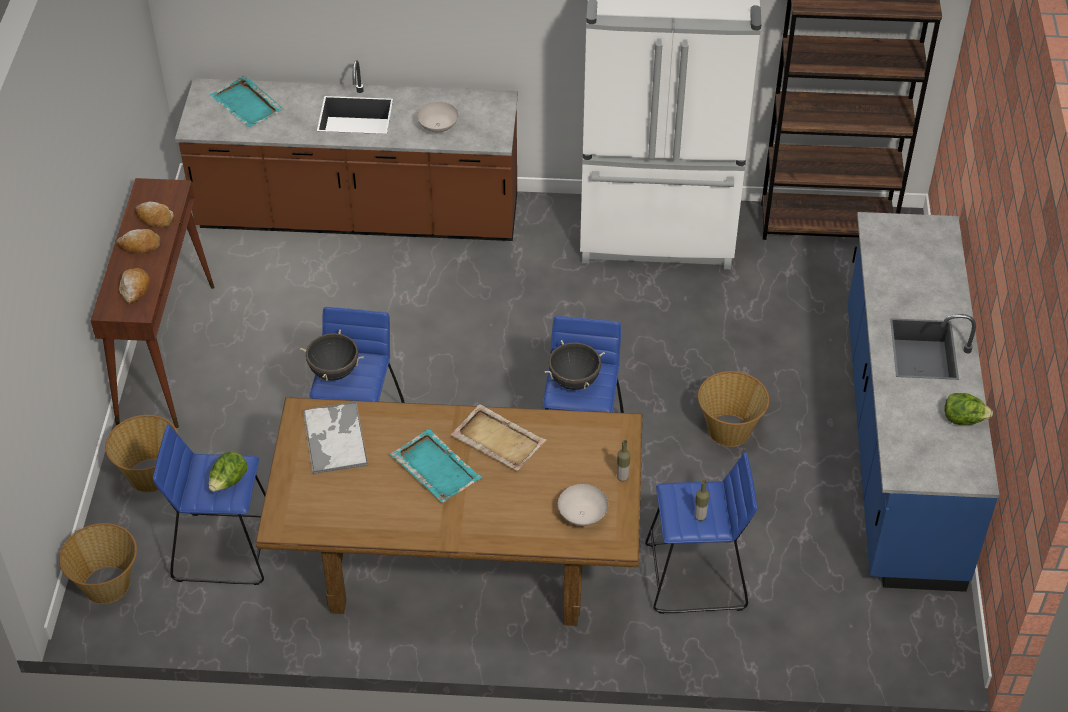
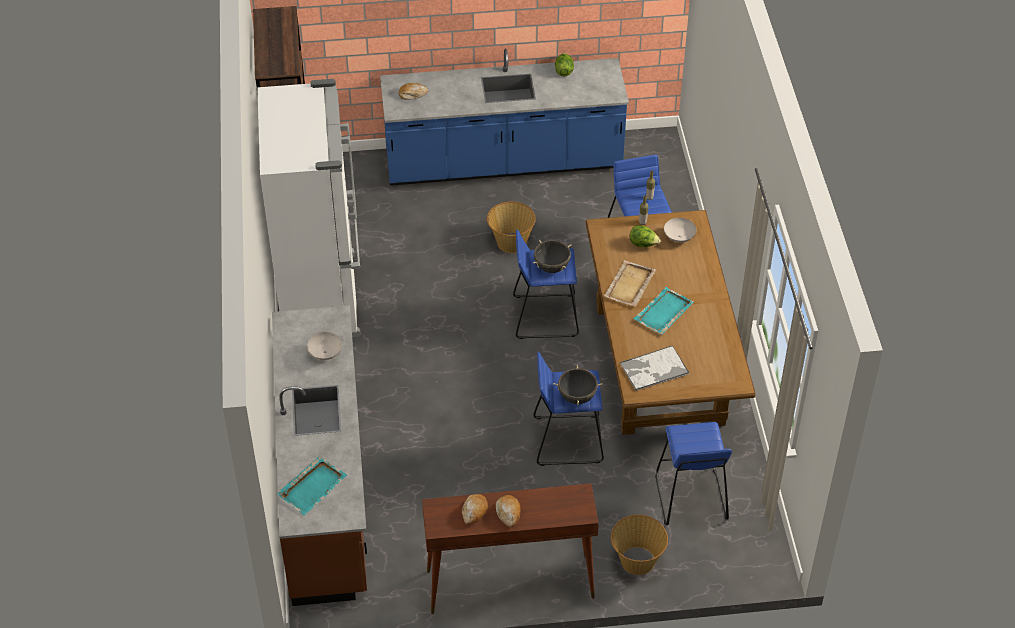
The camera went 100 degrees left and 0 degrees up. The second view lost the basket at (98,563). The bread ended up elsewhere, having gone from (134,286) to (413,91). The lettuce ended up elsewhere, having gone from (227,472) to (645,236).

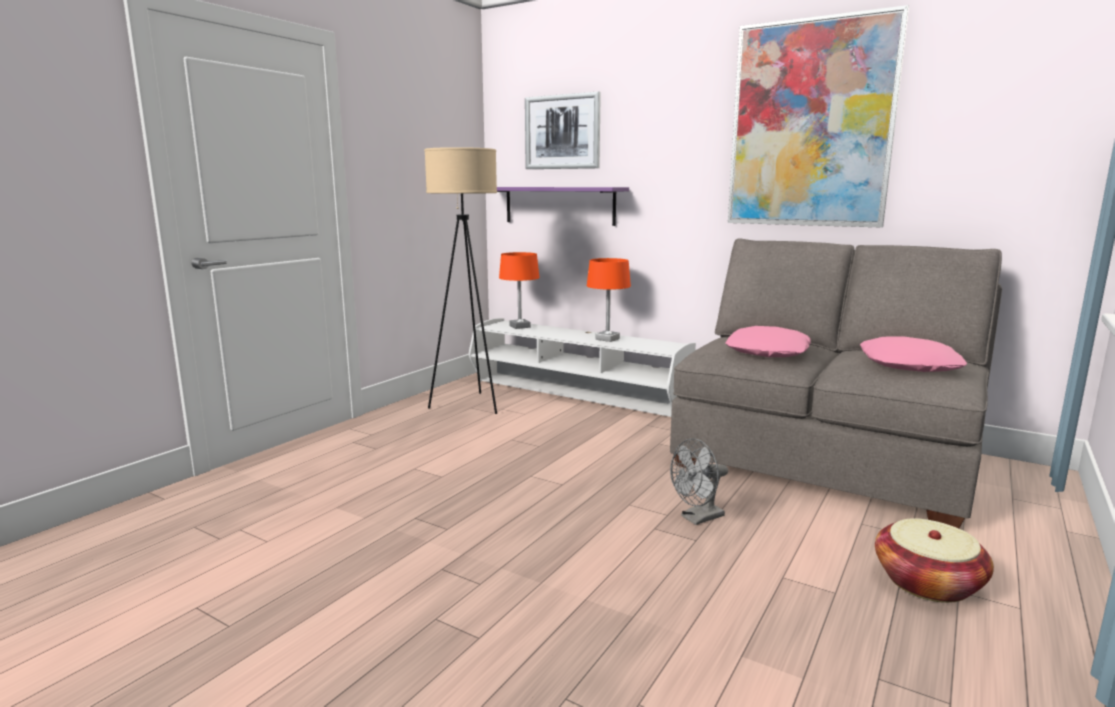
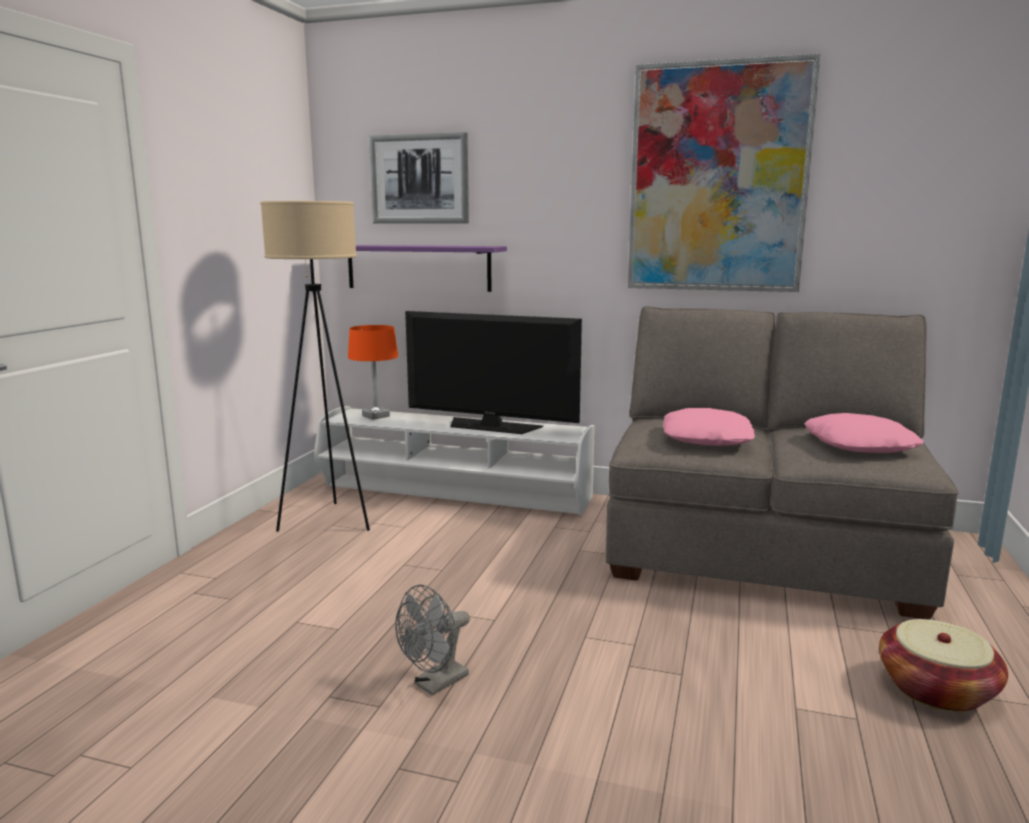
The camera went 15 degrees left and 0 degrees up. The grey fan ended up elsewhere, having gone from (699,481) to (432,640). Where the orange table lamp stood at (609,300), the television came to stand at (493,372).

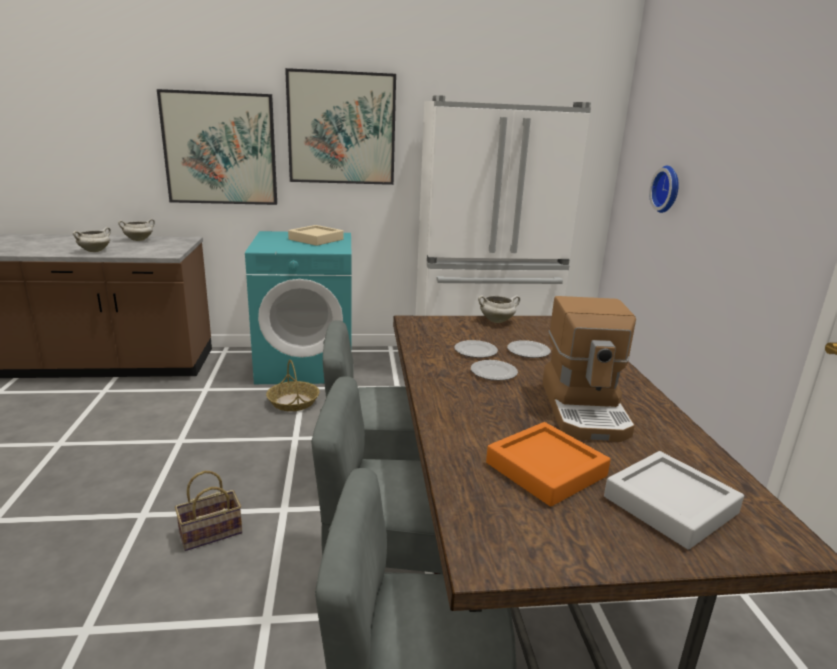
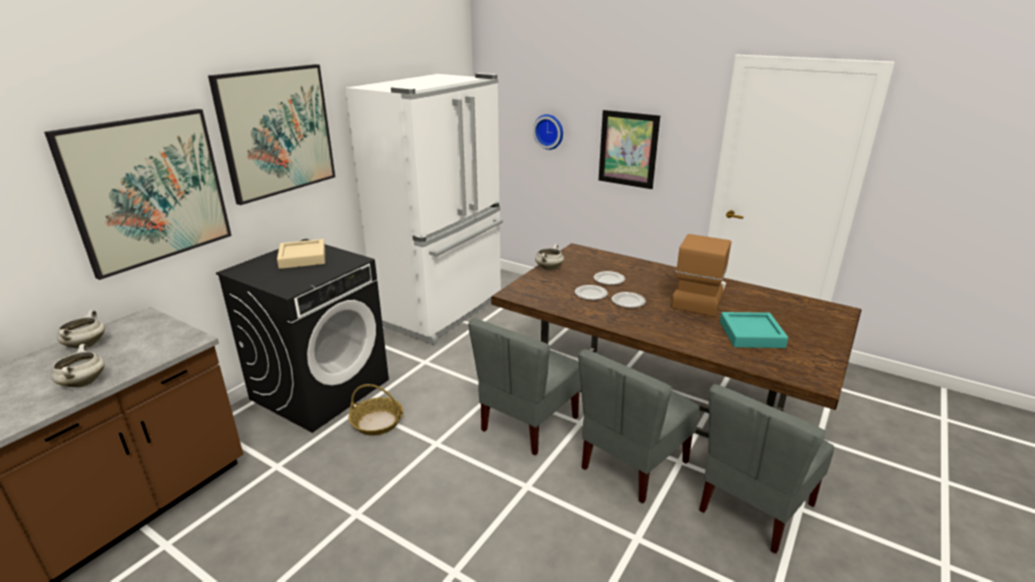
The camera went 50 degrees left and 5 degrees up. The second view lost the basket at (208,511). The second view lost the grey tray at (674,500). The second view gained the picture at (629,149). What was the turquoise washing machine at (298,307) turned into the black washing machine at (302,336). What was the orange tray at (548,464) turned into the turquoise tray at (754,330). The coffee machine at (589,369) ended up facing another way, 105 degrees counterclockwise from before.

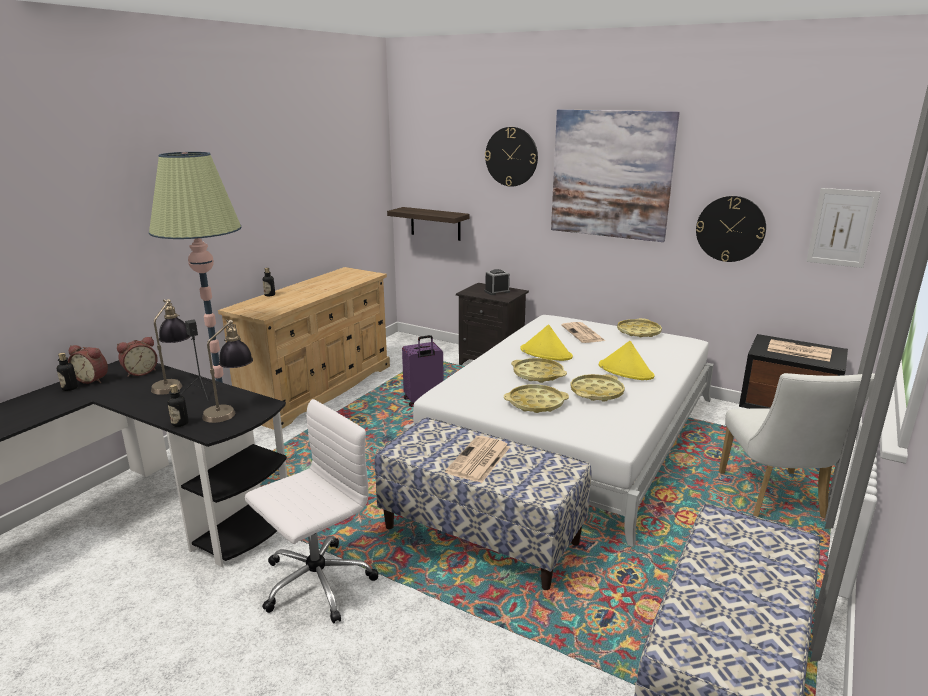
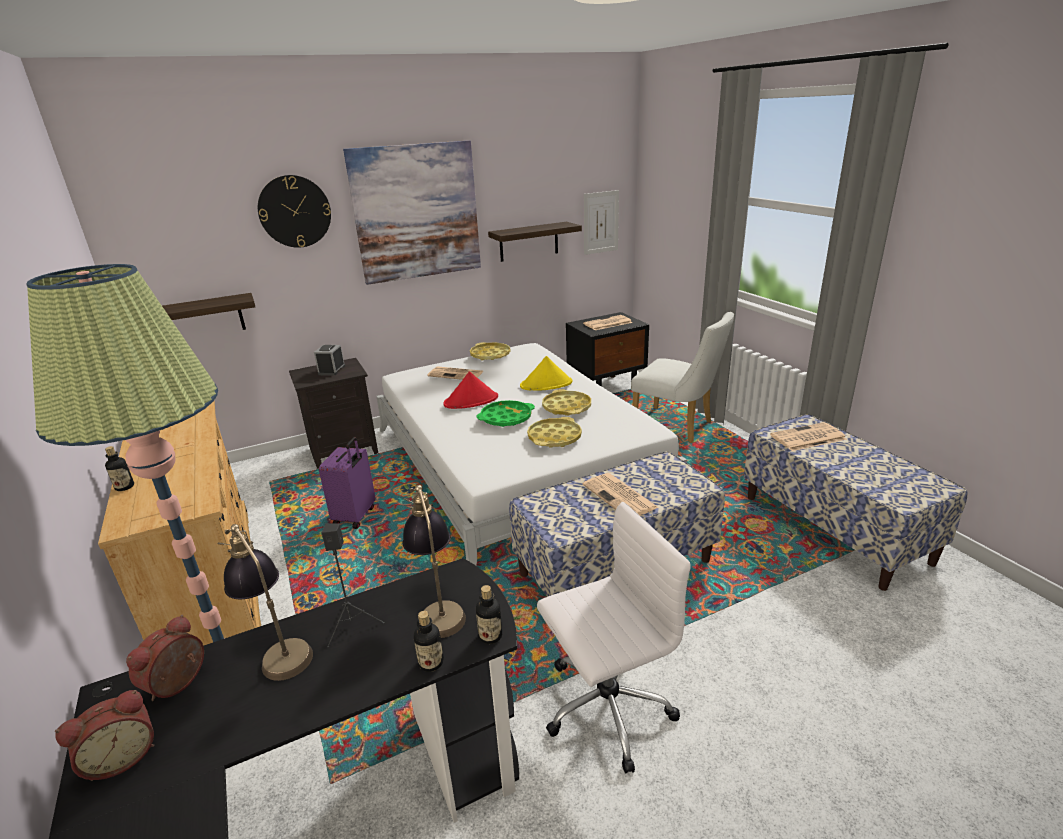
The camera went 55 degrees left and 5 degrees up. The second view gained the newspaper at (808,436). The bottle ended up elsewhere, having gone from (67,372) to (489,614). Where the wall clock hung at (731,229), the shelf came to hang at (535,242). What was the yellow tray at (539,370) turned into the green tray at (506,413). What was the yellow hat at (546,342) turned into the red hat at (470,390). The alarm clock at (137,357) ended up facing another way, 150 degrees counterclockwise from before. The white office chair at (312,511) ended up facing another way, 75 degrees clockwise from before.

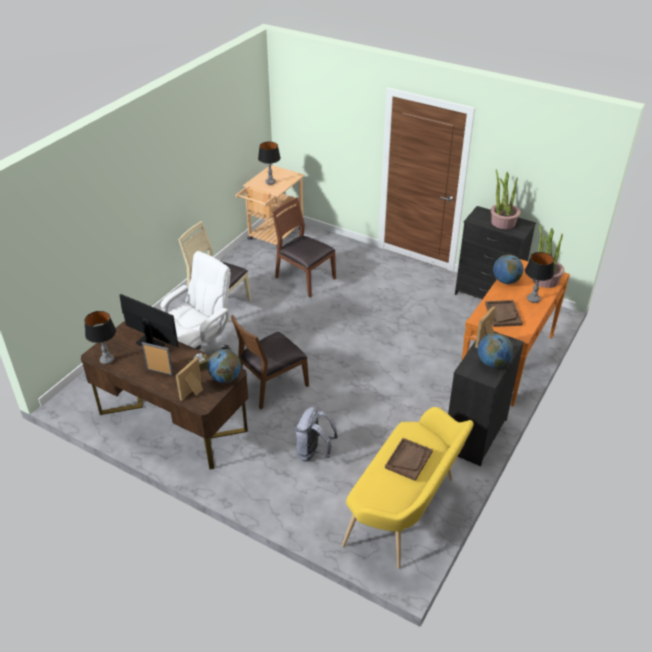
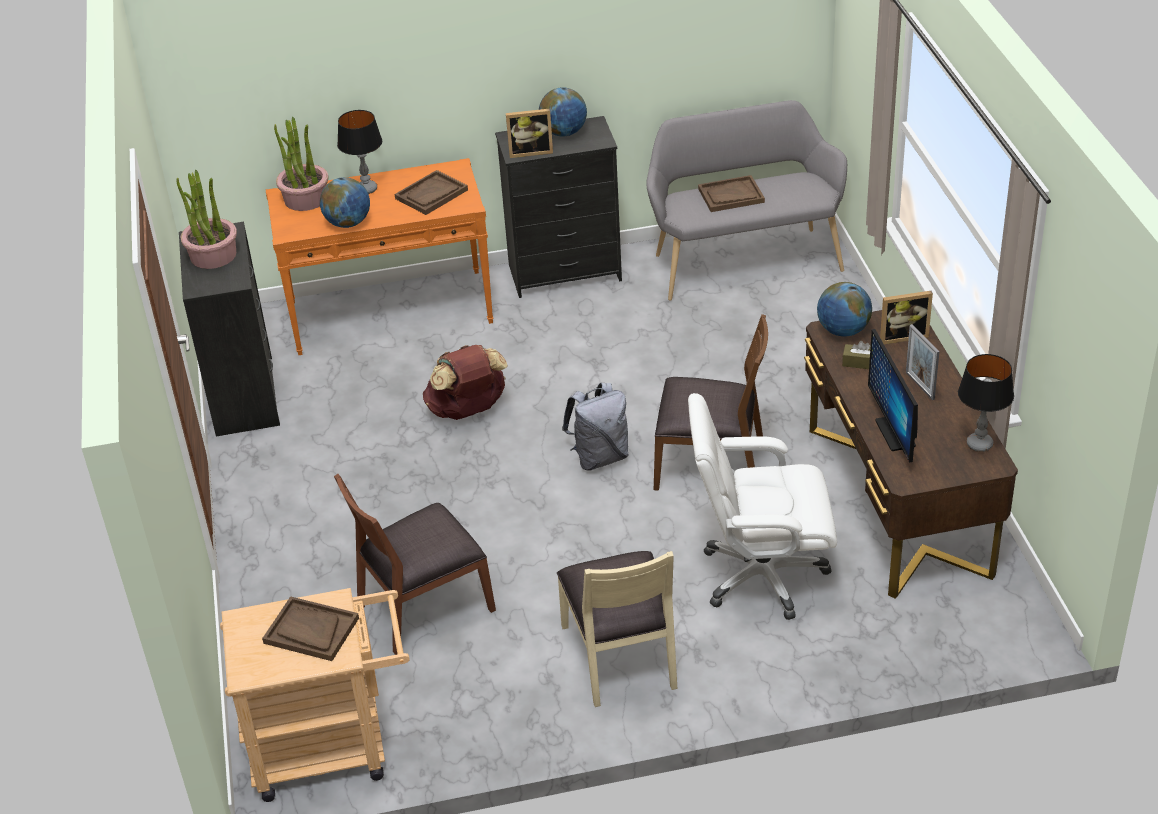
The camera went 130 degrees left and 0 degrees up. The second view gained the brown backpack at (465,382). The grey backpack ended up elsewhere, having gone from (316,434) to (595,427). Where the table lamp stood at (269,163), the brown tray came to stand at (310,628). What was the yellow bench at (408,488) turned into the grey bench at (746,200). The brown chair at (304,247) ended up facing another way, 60 degrees clockwise from before.

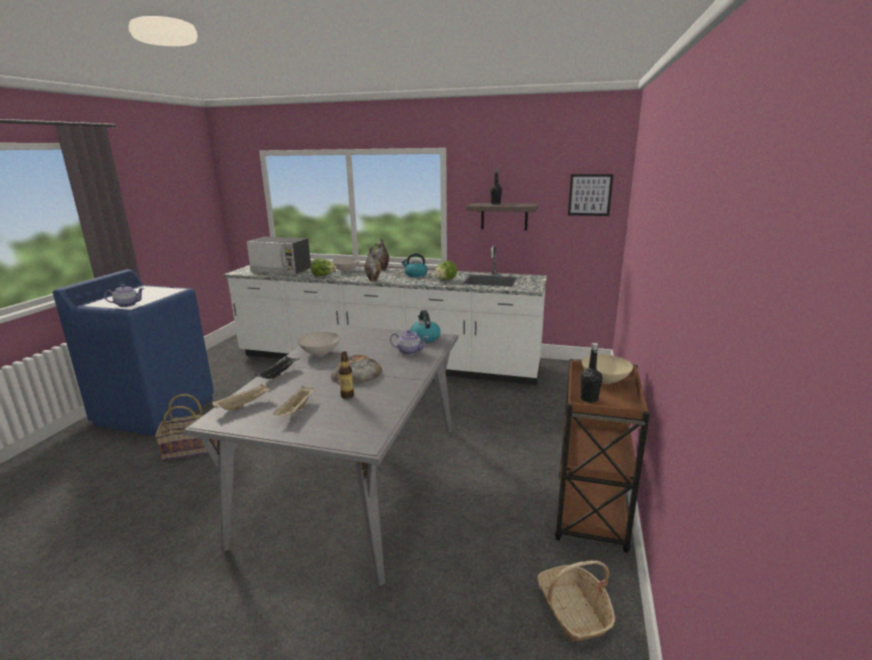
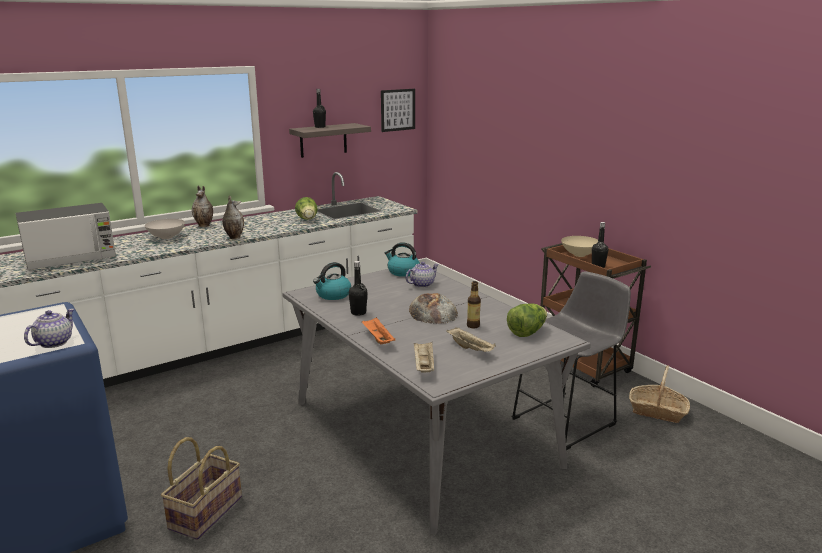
The camera went 50 degrees left and 0 degrees up. The second view gained the grey stool at (571,360). The lettuce ended up elsewhere, having gone from (324,267) to (527,320). The kettle ended up elsewhere, having gone from (414,265) to (332,281). Where the white bowl stood at (318,344), the black bottle came to stand at (358,288). What was the black tray at (277,367) turned into the orange tray at (378,330).

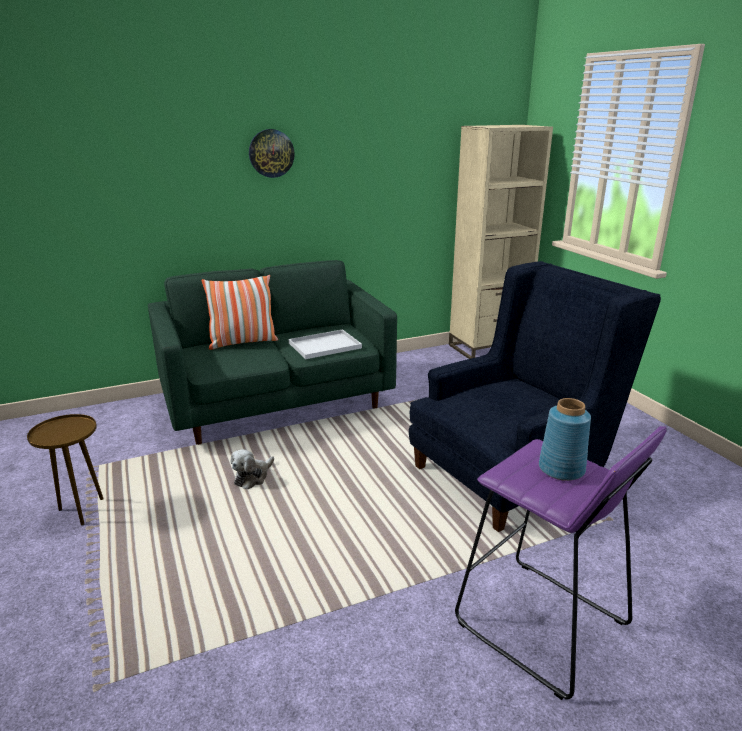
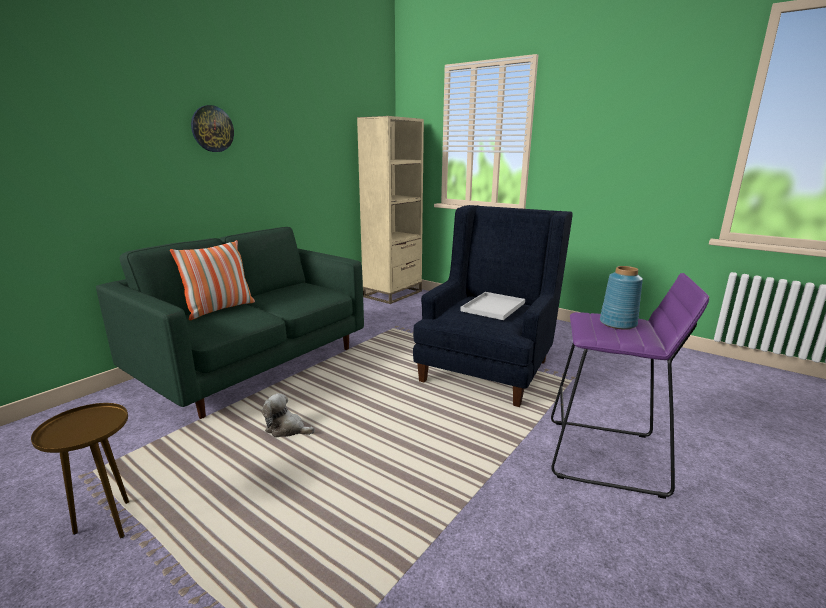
The camera went 30 degrees left and 5 degrees down. The white tray ended up elsewhere, having gone from (325,344) to (492,306). The plush toy at (252,469) ended up facing another way, 105 degrees clockwise from before.

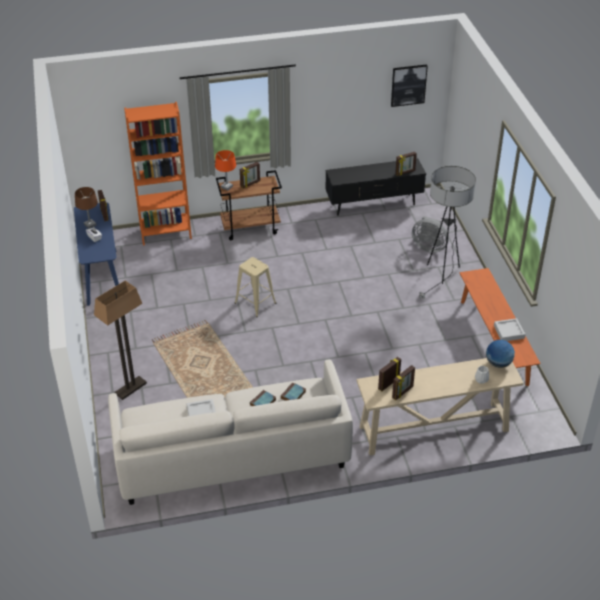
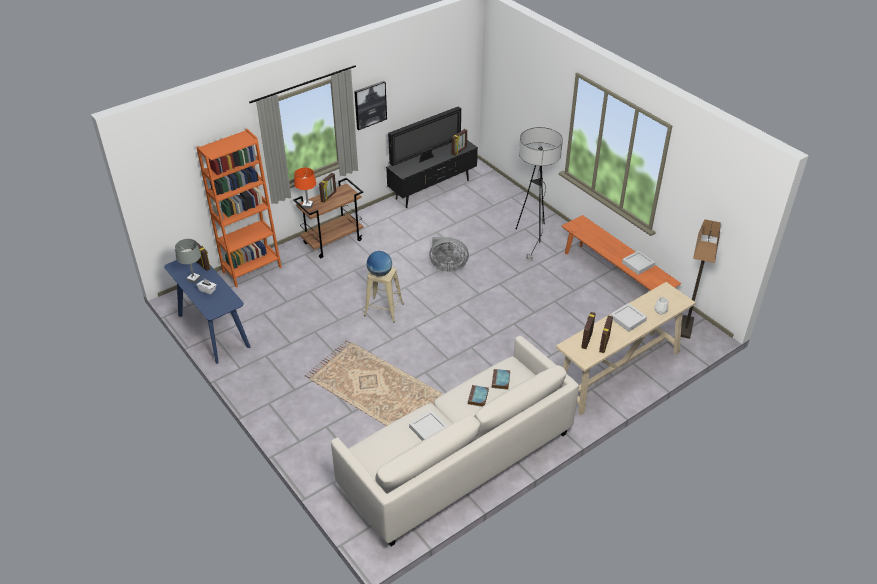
The camera went 25 degrees left and 0 degrees up. The second view gained the television at (424,136). The second view gained the grey tray at (628,317). The floor lamp ended up elsewhere, having gone from (120,340) to (701,279). The picture ended up elsewhere, having gone from (409,85) to (370,105). The grey fan ended up elsewhere, having gone from (430,234) to (449,254). The globe ended up elsewhere, having gone from (500,354) to (379,263). What was the brown table lamp at (86,208) turned into the grey table lamp at (188,261).

